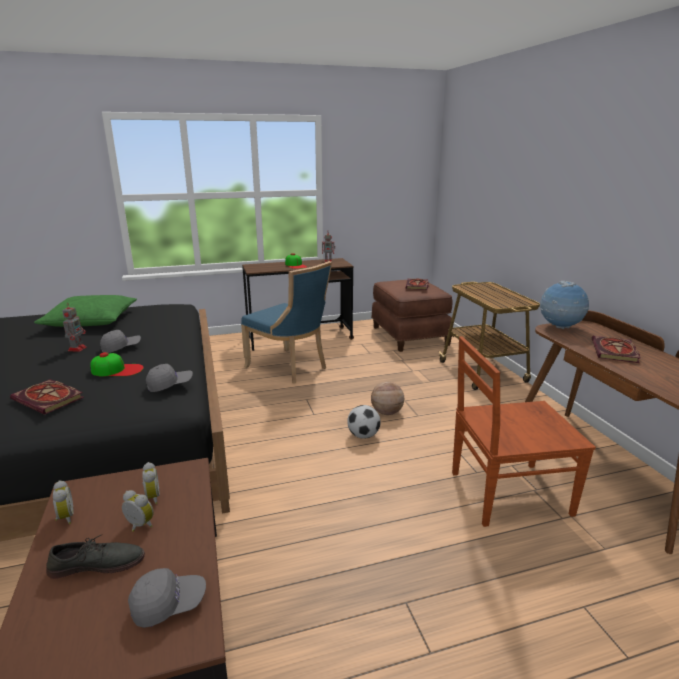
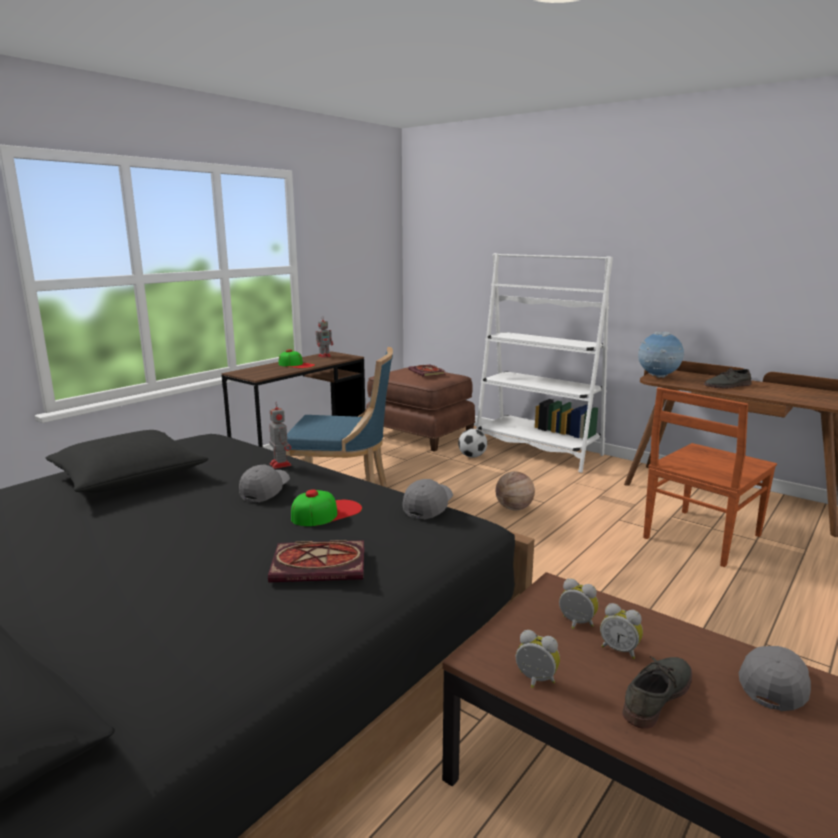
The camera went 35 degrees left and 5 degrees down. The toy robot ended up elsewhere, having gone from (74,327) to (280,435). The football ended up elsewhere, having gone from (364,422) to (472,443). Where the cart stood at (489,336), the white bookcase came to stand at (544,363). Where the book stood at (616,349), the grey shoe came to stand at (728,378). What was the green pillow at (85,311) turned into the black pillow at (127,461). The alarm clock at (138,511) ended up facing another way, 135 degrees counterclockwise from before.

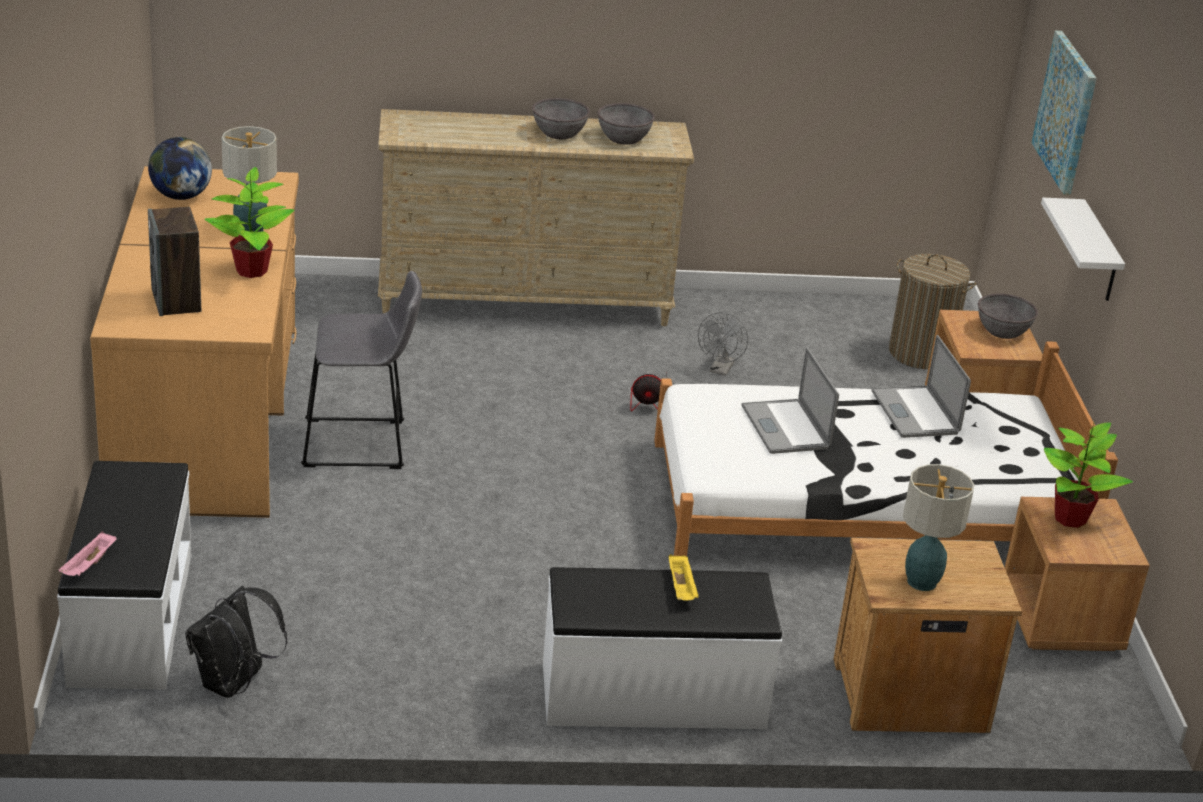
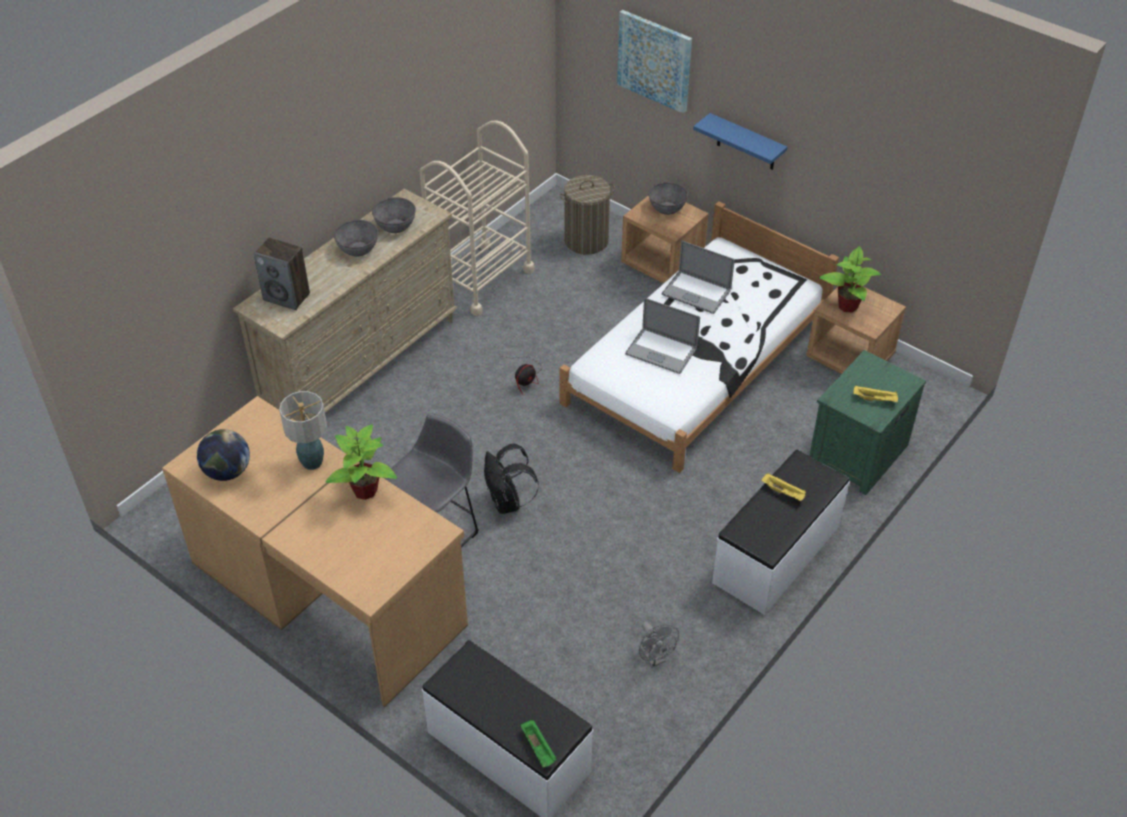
The camera went 45 degrees left and 15 degrees up. The second view gained the beige cart at (477,218). The speaker ended up elsewhere, having gone from (174,261) to (281,273). The black backpack ended up elsewhere, having gone from (236,642) to (511,478). The grey fan ended up elsewhere, having gone from (723,344) to (659,645). Where the table lamp stood at (938,527), the yellow tray came to stand at (875,393). What was the pink tray at (88,553) turned into the green tray at (539,744). What was the brown nightstand at (927,635) turned into the green nightstand at (867,422). What was the white shelf at (1083,249) turned into the blue shelf at (740,141).

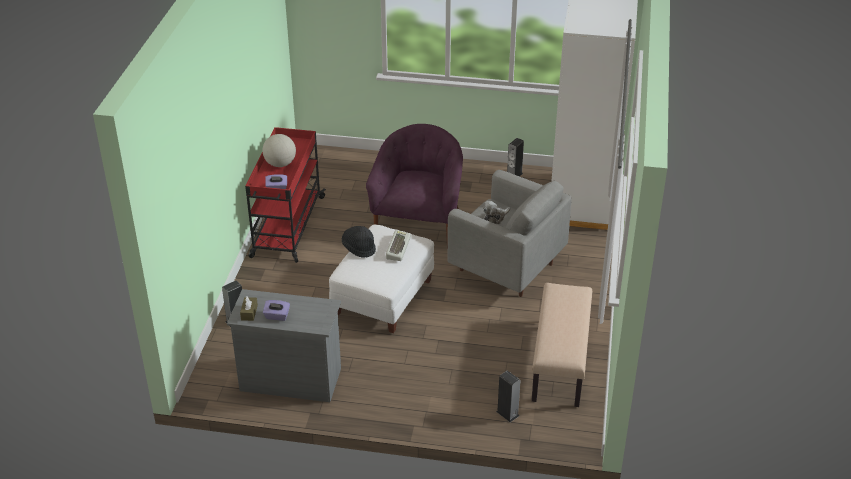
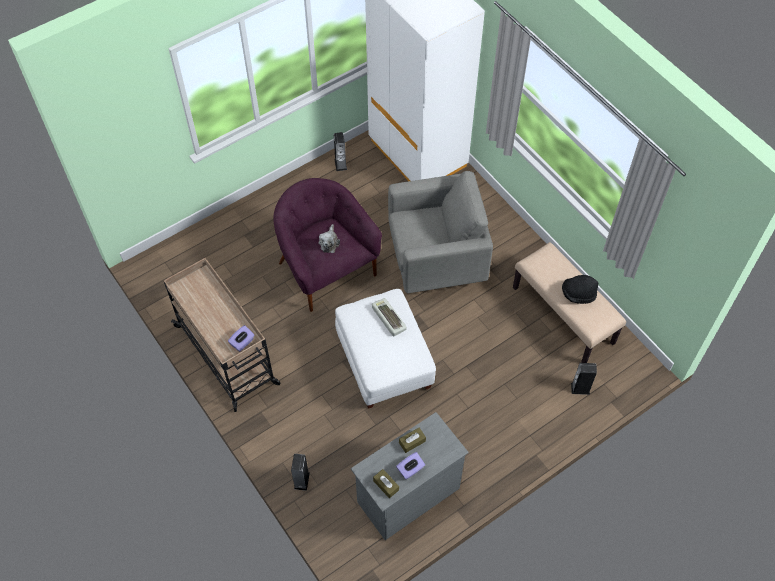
The camera went 45 degrees left and 20 degrees up. The second view lost the globe at (279,150). The second view gained the brown tissue box at (412,440). The black hat ended up elsewhere, having gone from (359,242) to (580,289). The plush toy ended up elsewhere, having gone from (497,212) to (329,238). What was the red cart at (285,195) turned into the beige cart at (222,335).

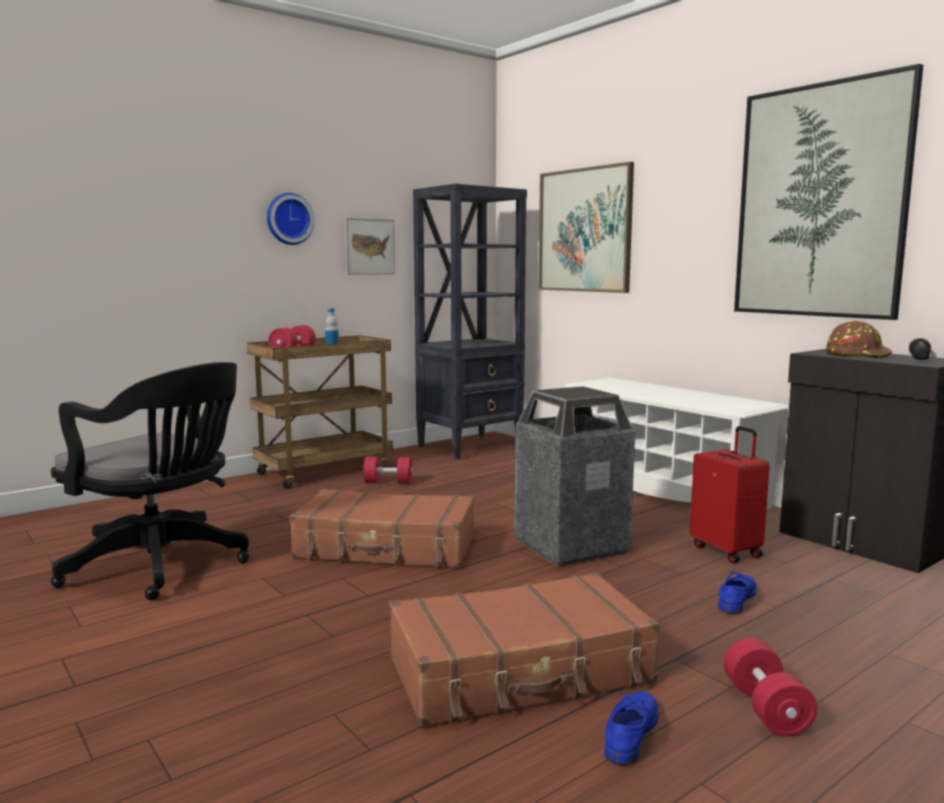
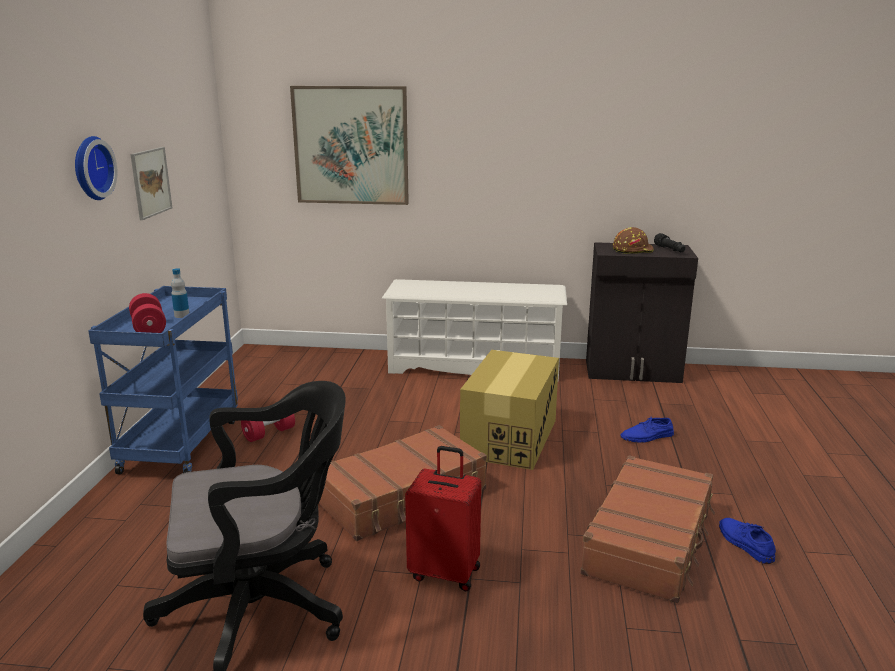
The camera went 45 degrees left and 10 degrees up. The second view lost the black bookcase at (470,322). The second view lost the red dumbbell at (770,687). The second view lost the picture at (828,192). The red suitcase ended up elsewhere, having gone from (730,494) to (443,518). Where the trash can stood at (574,476), the cardboard box came to stand at (509,410). What was the brown cart at (320,412) turned into the blue cart at (163,380). The blue shoe at (737,592) ended up facing another way, 90 degrees counterclockwise from before.

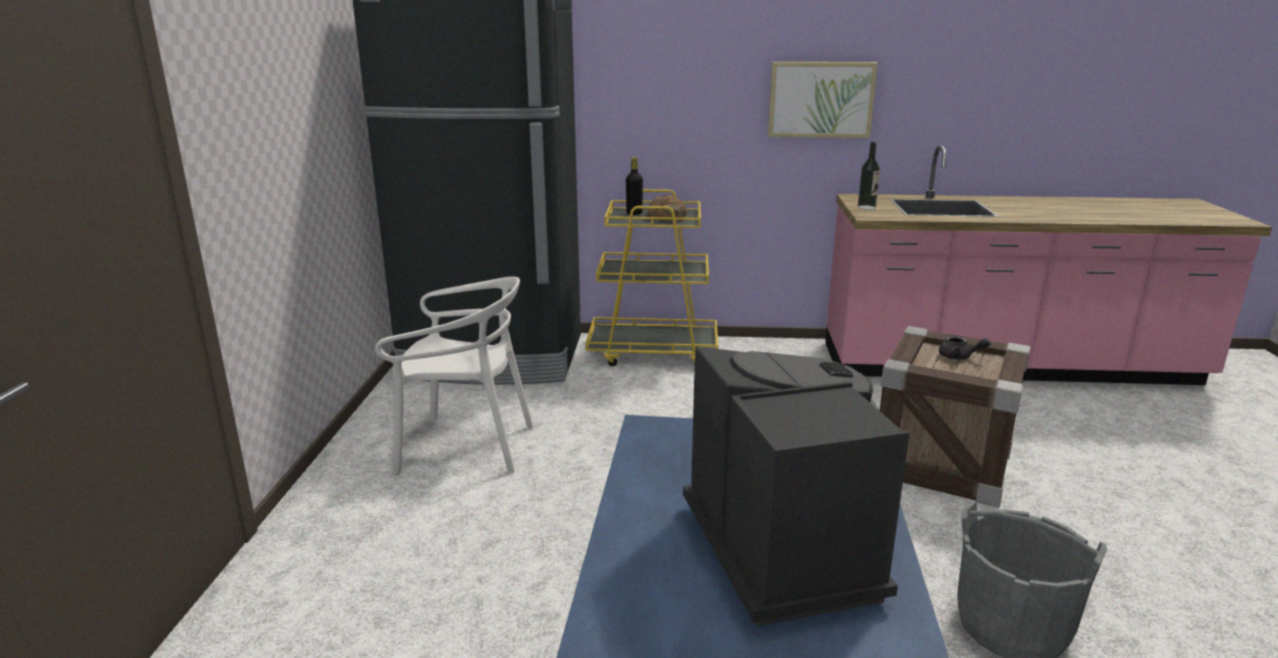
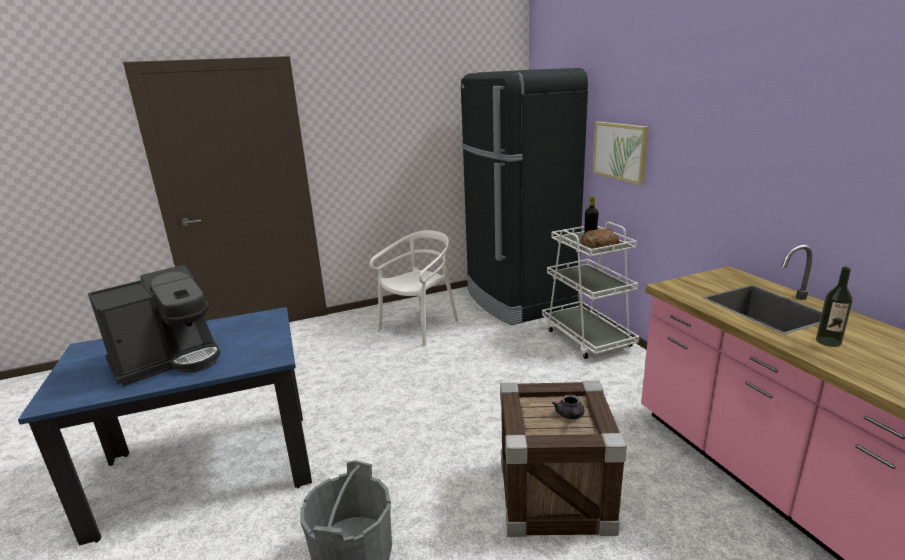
The camera went 65 degrees right and 0 degrees up. The picture ended up elsewhere, having gone from (823,100) to (621,153). The bottle ended up elsewhere, having gone from (869,176) to (834,307). What was the yellow cart at (652,277) turned into the white cart at (590,290). The white chair at (454,376) ended up facing another way, 120 degrees counterclockwise from before.

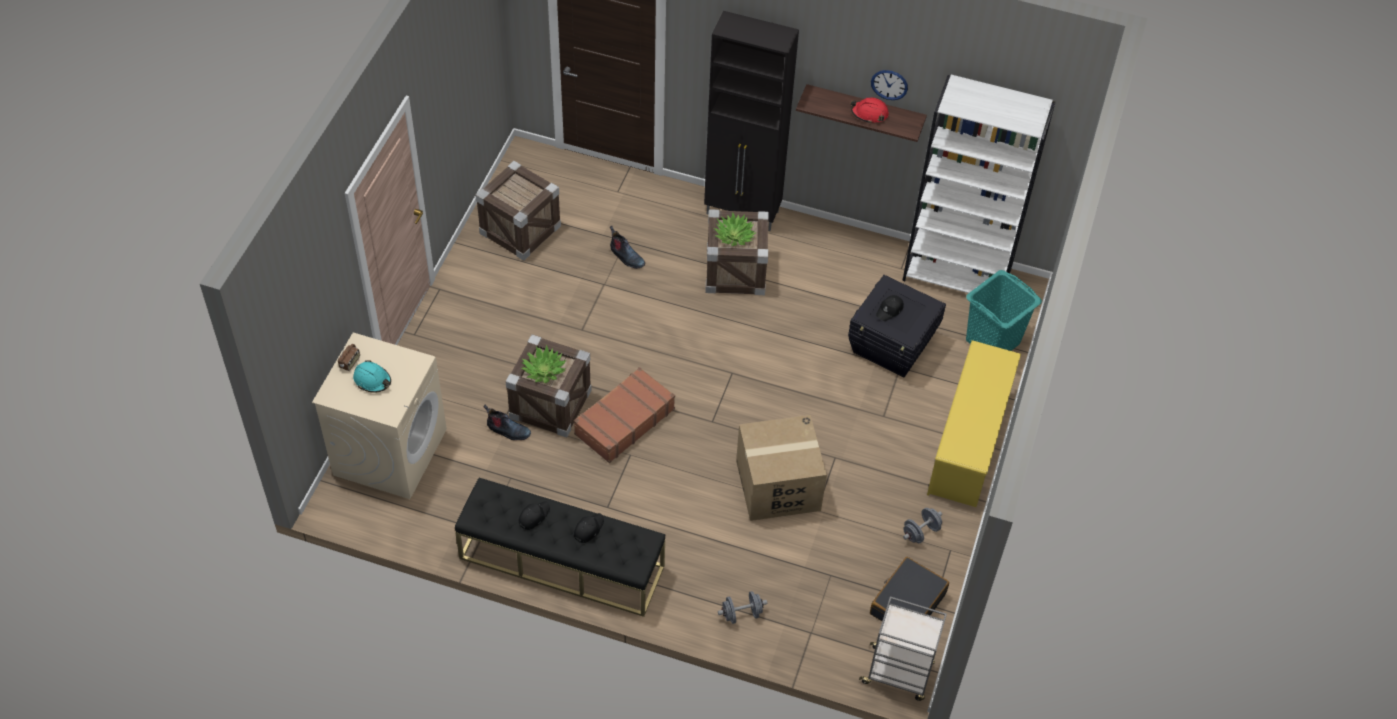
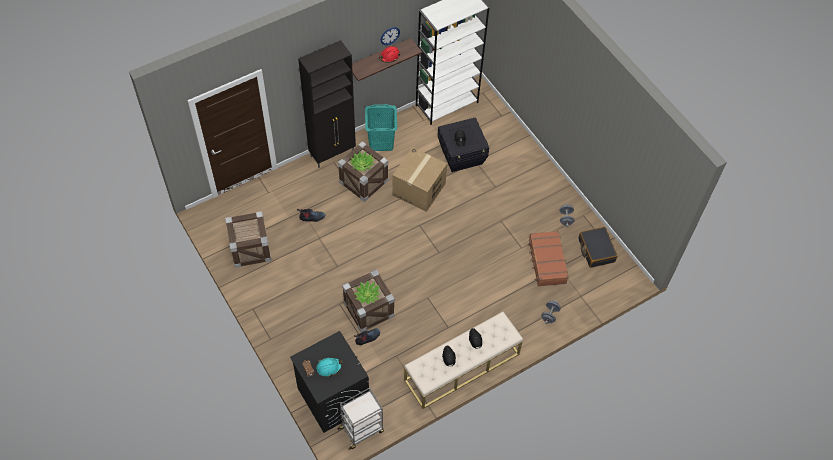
The camera went 50 degrees left and 5 degrees up. The second view lost the yellow shoe rack at (974,423). The brown suitcase ended up elsewhere, having gone from (624,415) to (548,258). The cardboard box ended up elsewhere, having gone from (781,468) to (419,179). The grey cart ended up elsewhere, having gone from (903,648) to (361,418). The turquoise laundry basket ended up elsewhere, having gone from (1004,310) to (381,127). What was the beige washing machine at (379,415) turned into the black washing machine at (329,382). What was the black bench at (560,547) turned into the beige bench at (463,360).

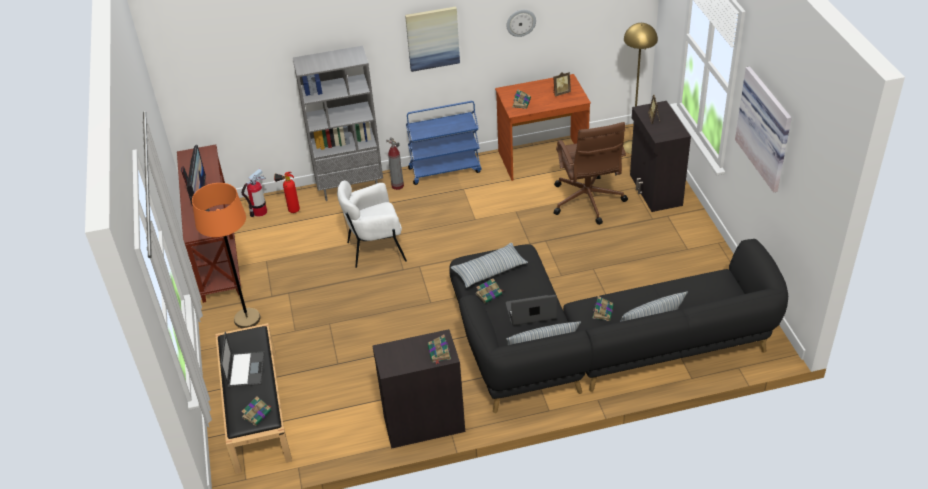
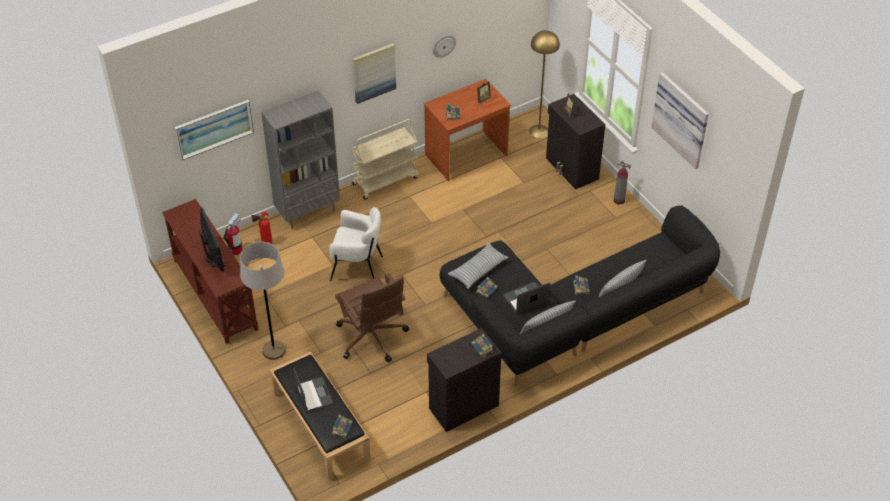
The camera went 20 degrees left and 5 degrees up. The second view gained the picture at (214,130). The fire extinguisher ended up elsewhere, having gone from (395,163) to (622,183). The brown office chair ended up elsewhere, having gone from (591,173) to (372,318). What was the orange floor lamp at (226,255) turned into the grey floor lamp at (263,301). What was the blue cart at (443,143) turned into the beige cart at (385,159). The white armchair at (372,224) ended up facing another way, 135 degrees counterclockwise from before.

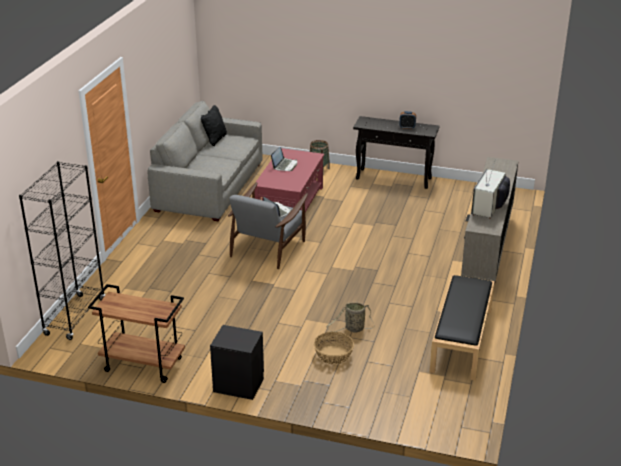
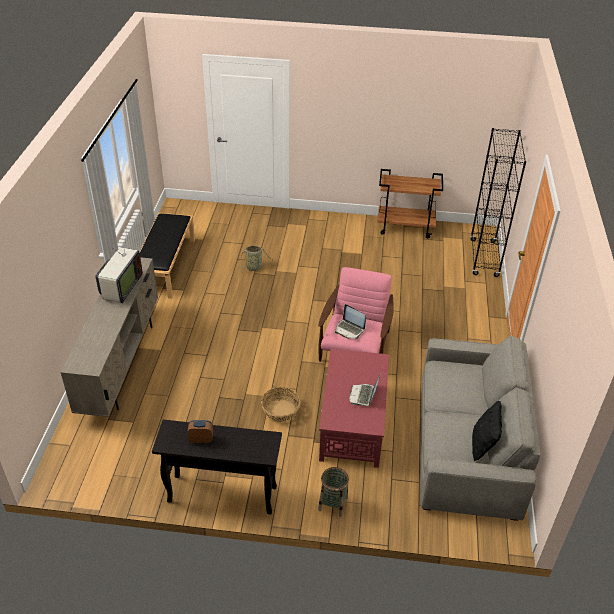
The camera went 170 degrees right and 10 degrees up. The second view lost the black nightstand at (237,362). The basket ended up elsewhere, having gone from (334,348) to (281,404). What was the grey armchair at (268,225) turned into the pink armchair at (356,314).

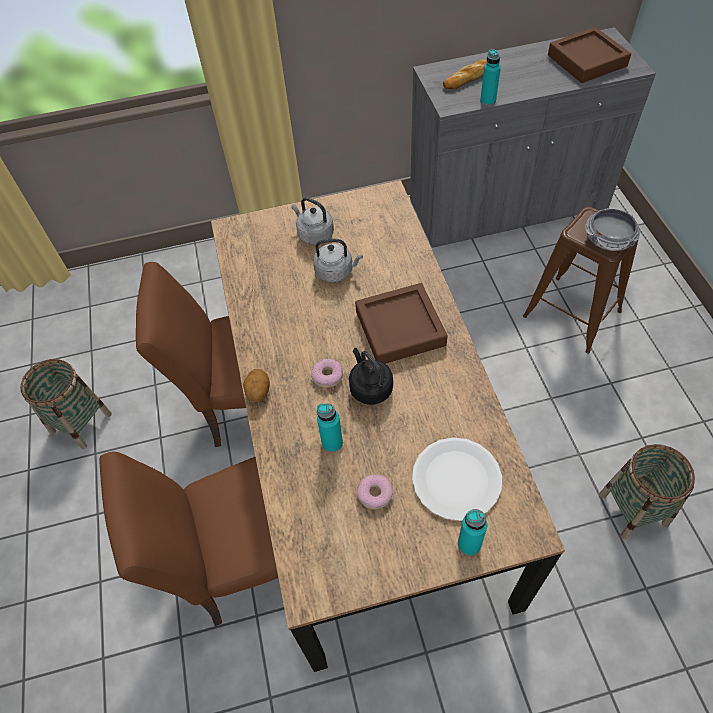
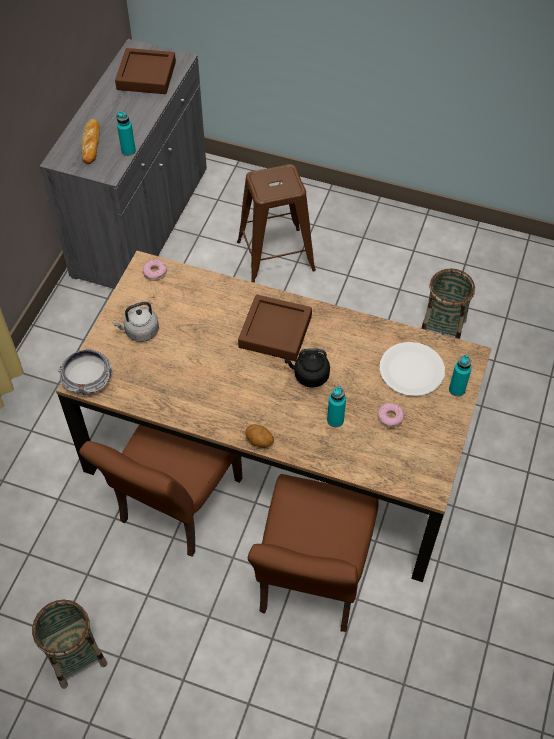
The camera went 60 degrees left and 0 degrees up. The second view lost the grey kettle at (338,260). The donut ended up elsewhere, having gone from (327,373) to (155,270). The bowl ended up elsewhere, having gone from (612,230) to (85,372).

